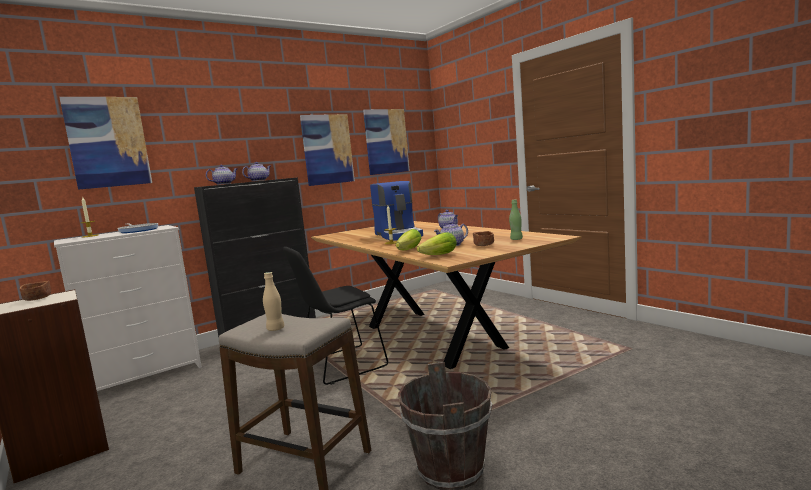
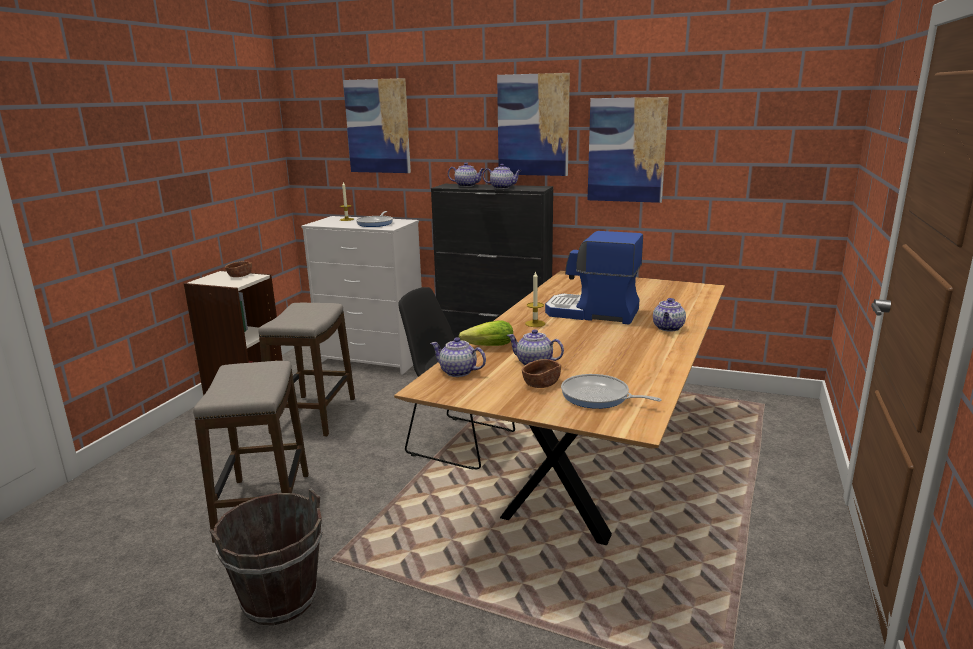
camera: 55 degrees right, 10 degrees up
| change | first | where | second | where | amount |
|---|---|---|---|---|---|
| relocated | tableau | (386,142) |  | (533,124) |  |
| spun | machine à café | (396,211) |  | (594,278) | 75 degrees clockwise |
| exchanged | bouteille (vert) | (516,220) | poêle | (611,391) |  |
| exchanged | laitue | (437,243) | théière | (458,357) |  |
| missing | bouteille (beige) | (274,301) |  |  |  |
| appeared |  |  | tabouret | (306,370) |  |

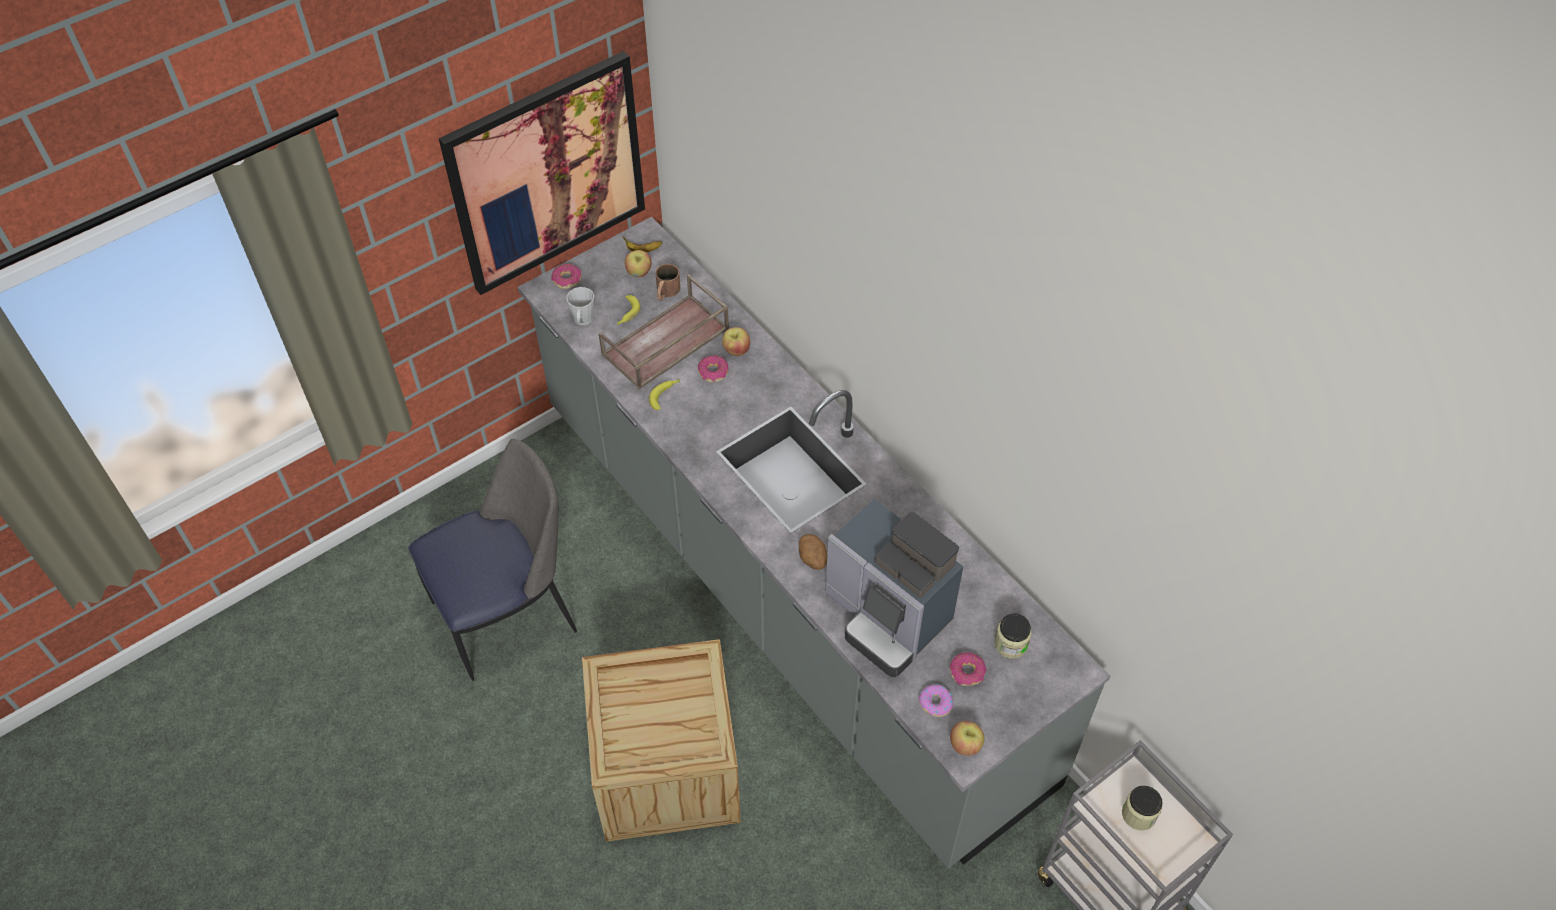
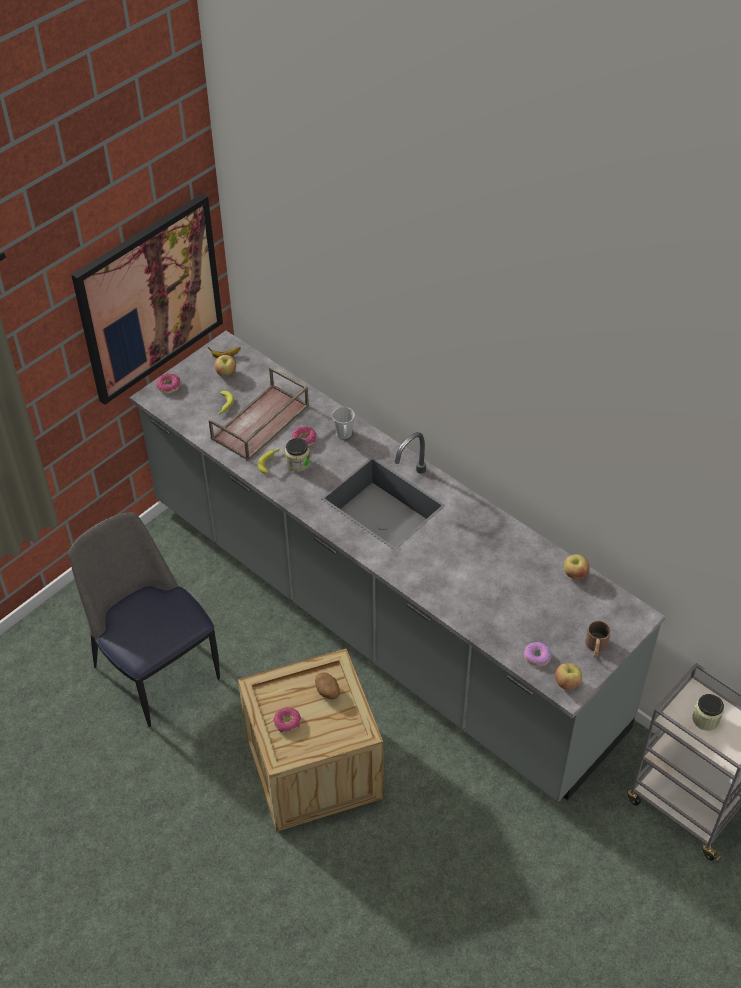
camera: 10 degrees left, 5 degrees down
| change | first | where | second | where | amount |
|---|---|---|---|---|---|
| relocated | mug (marron) | (668,282) |  | (598,639) |  |
| relocated | mug (gris) | (580,306) |  | (343,423) |  |
| relocated | pomme | (736,341) |  | (577,567) |  |
| spun | chaise | (492,560) |  | (144,620) | 90 degrees counterclockwise |
| missing | machine à café | (894,588) |  |  |  |
| relocated | pomme de terre | (813,552) |  | (327,686) |  |
| relocated | bocal | (1013,636) |  | (297,455) |  |
| relocated | beignet | (968,669) |  | (287,720) |  |

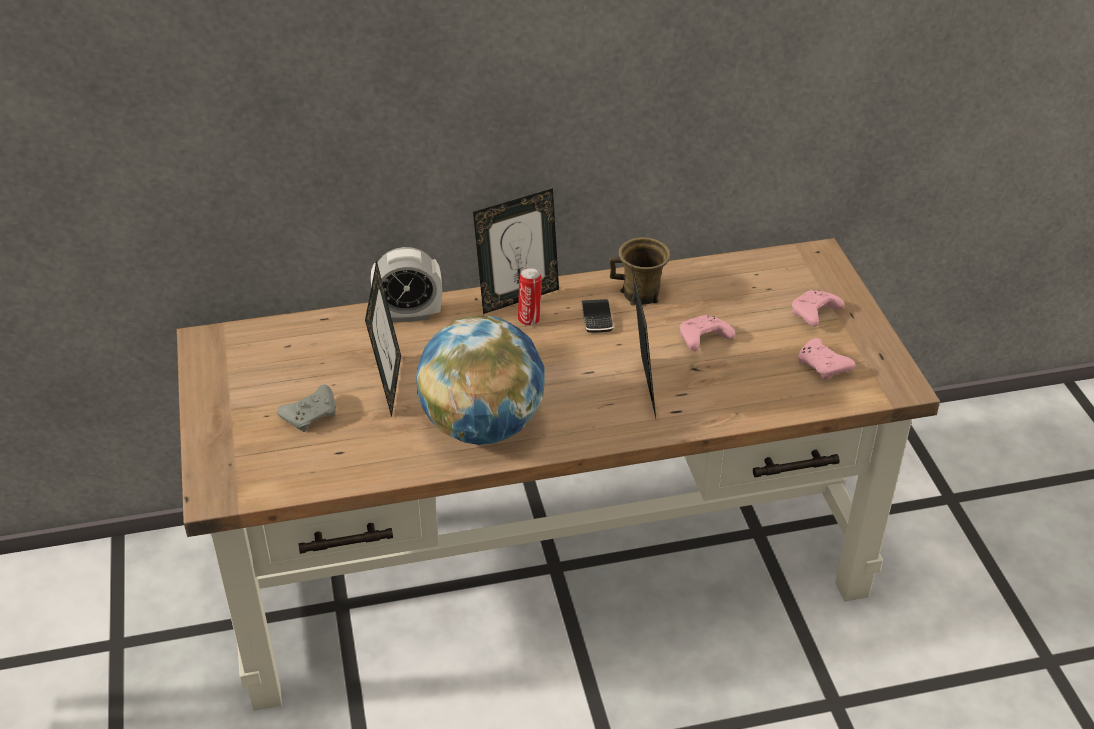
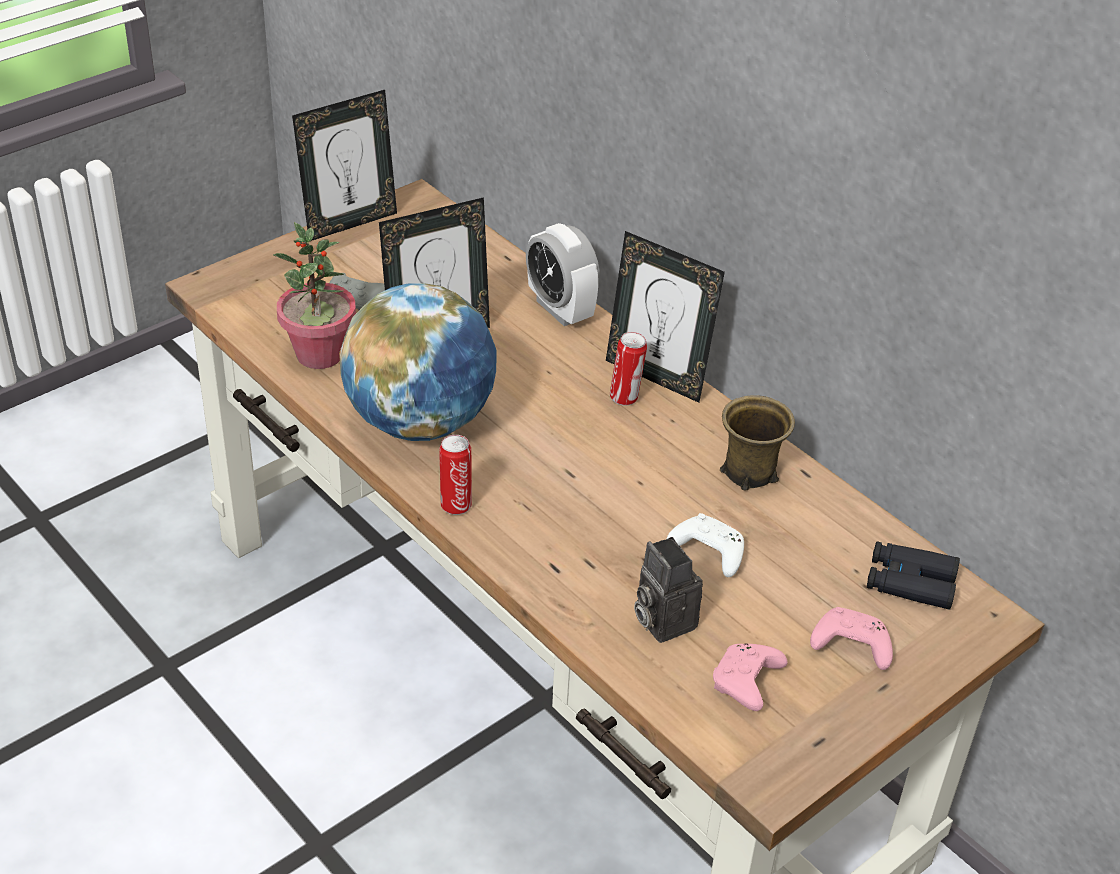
camera: 60 degrees right, 0 degrees up
| change | first | where | second | where | amount |
|---|---|---|---|---|---|
| relocated | cadre photo | (644,342) |  | (344,165) |  |
| missing | téléphone | (597,316) |  |  |  |
| colour | manette (rose) | (707,333) | manette (blanc) | (705,545) |  |
| appeared |  |  | plante en pot | (314,295) |  |
| appeared |  |  | boîte métallique | (455,475) |  |
| appeared |  |  | appareil photo | (668,590) |  |
| appeared |  |  | jumelles (noir) | (913,575) |  |

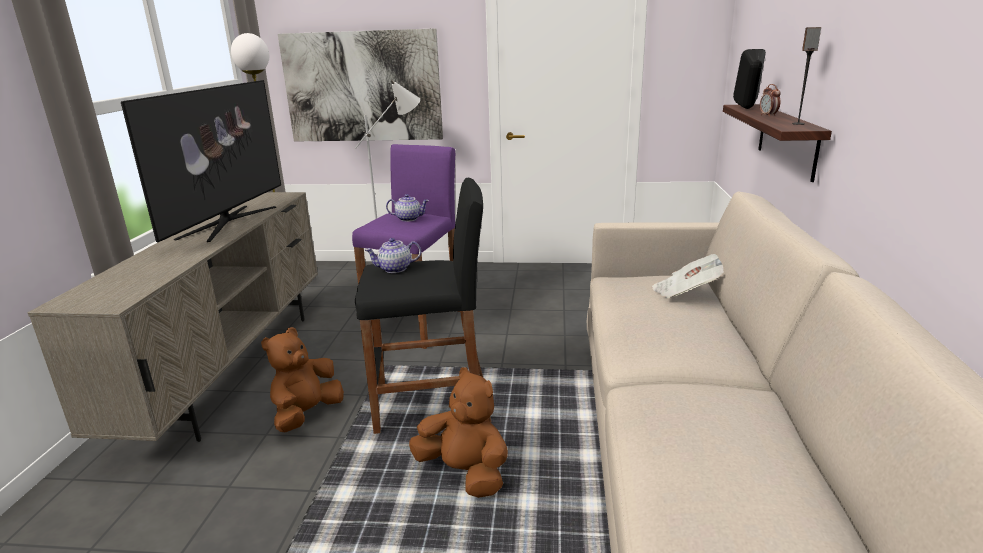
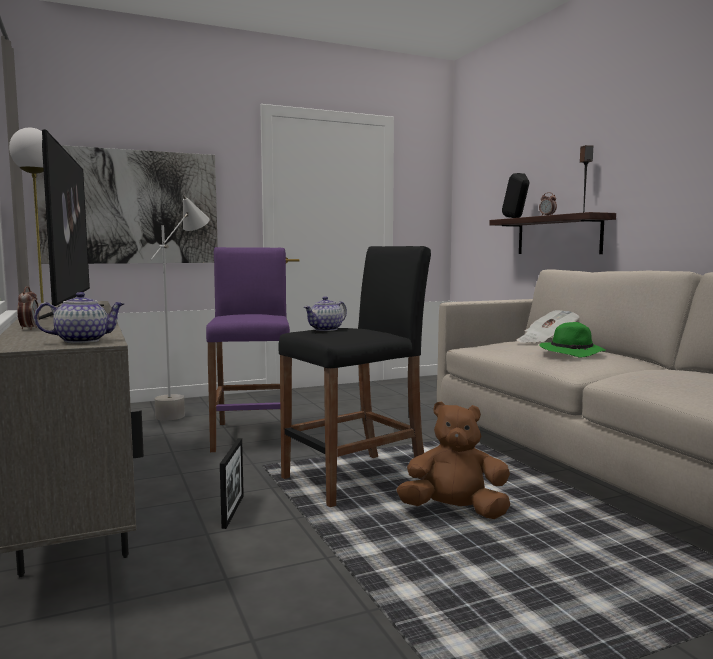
camera: 30 degrees left, 15 degrees down
| change | first | where | second | where | amount |
|---|---|---|---|---|---|
| relocated | théière | (407,208) |  | (79,317) |  |
| exchanged | peluche (marron) | (302,379) | cadre photo | (232,483) |  |
| appeared |  |  | réveil | (28,308) |  |
| appeared |  |  | chapeau (vert) | (572,339) |  |

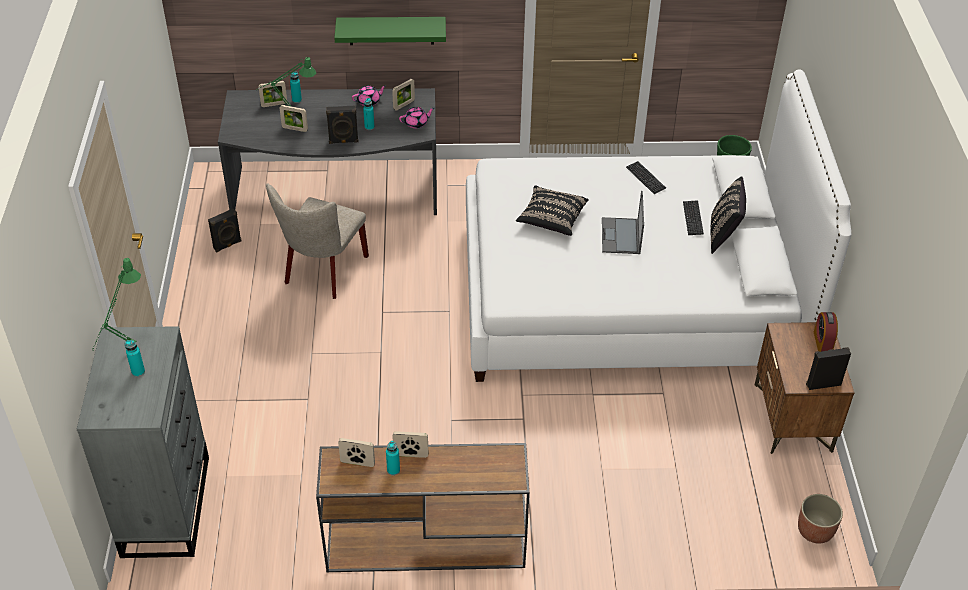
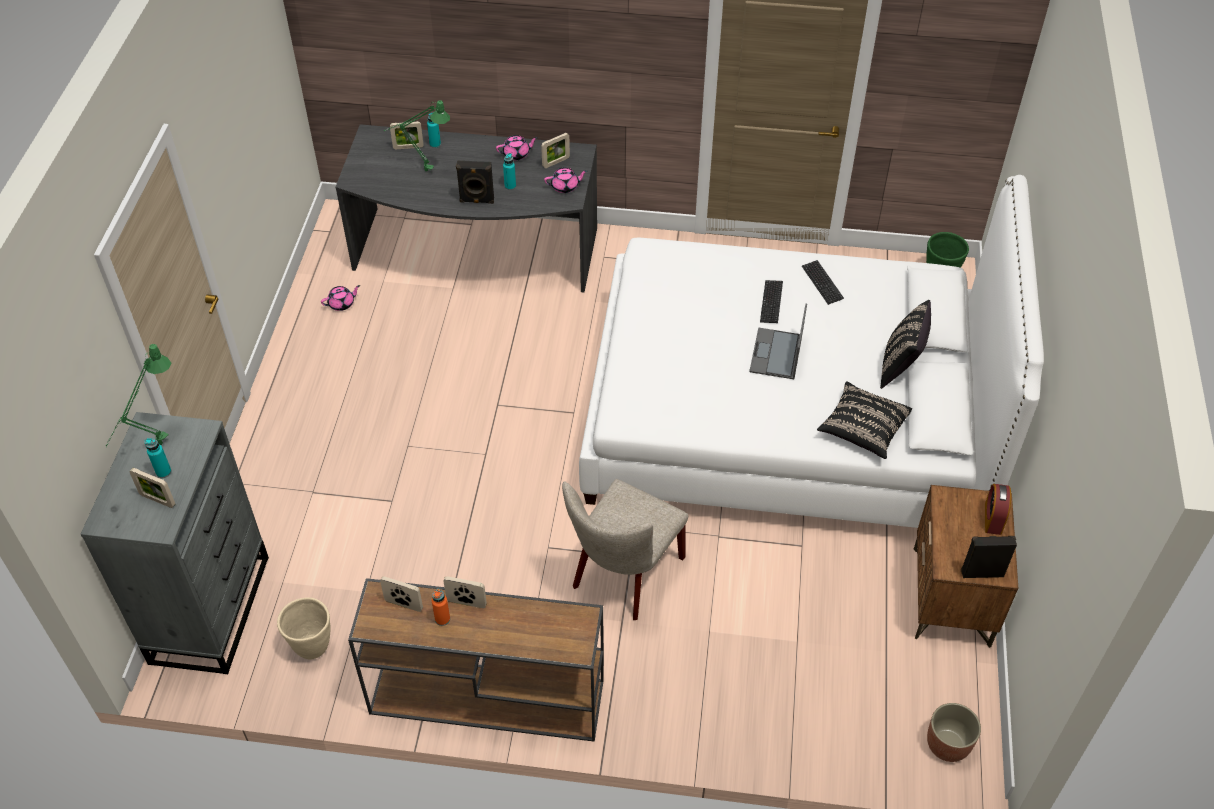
camera: 10 degrees right, 5 degrees up
| change | first | where | second | where | amount |
|---|---|---|---|---|---|
| missing | étagère (vert) | (390,31) |  |  |  |
| relocated | cadre photo | (294,118) |  | (152,488) |  |
| relocated | chaise (beige) | (317,241) |  | (625,549) |  |
| relocated | coussin (noir) | (552,210) |  | (864,420) |  |
| relocated | clavier | (693,217) |  | (771,301) |  |
| exchanged | enceinte (noir) | (225,231) | théière (rose) | (340,298) |  |
| colour | bouteille (turquoise) | (393,458) | bouteille (orange) | (441,607) |  |
| appeared |  |  | cache-pot (beige) | (304,628) |  |

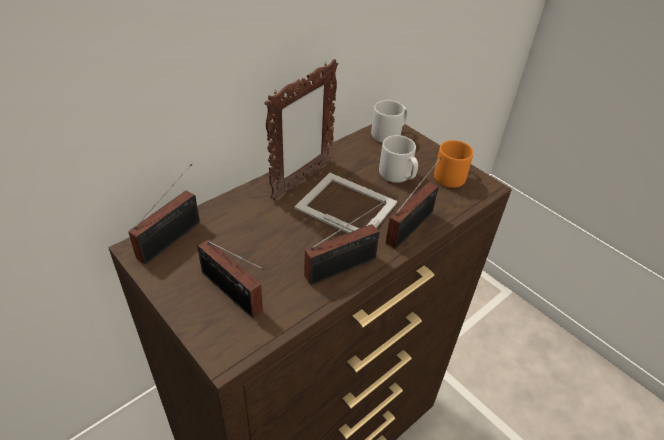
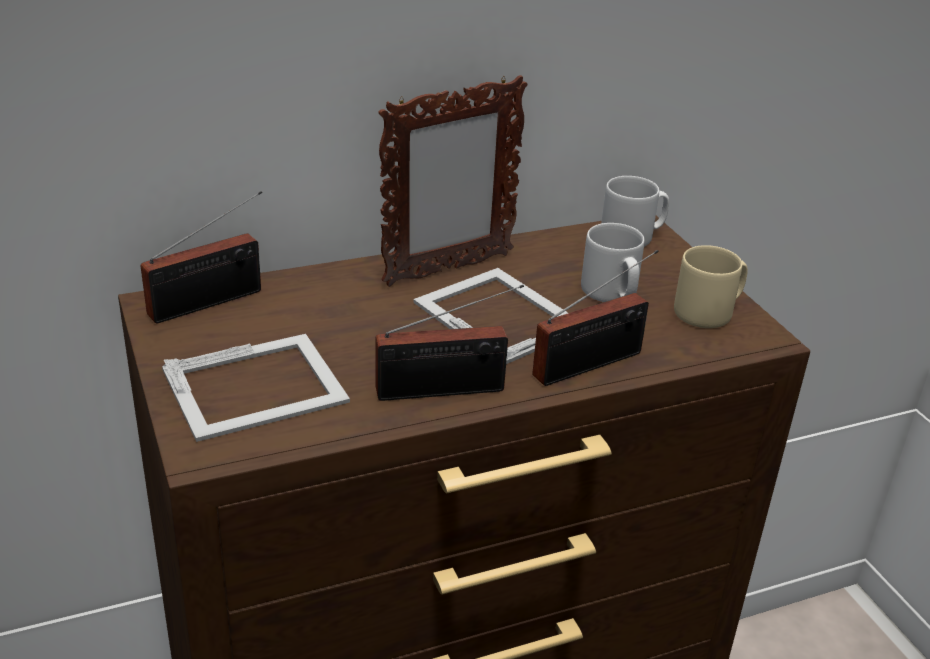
camera: 20 degrees right, 10 degrees down
| change | first | where | second | where | amount |
|---|---|---|---|---|---|
| colour | mug (orange) | (453,164) | mug (beige) | (711,286) |  |
| exchanged | radio | (230,278) | cadre photo | (256,388) |  |

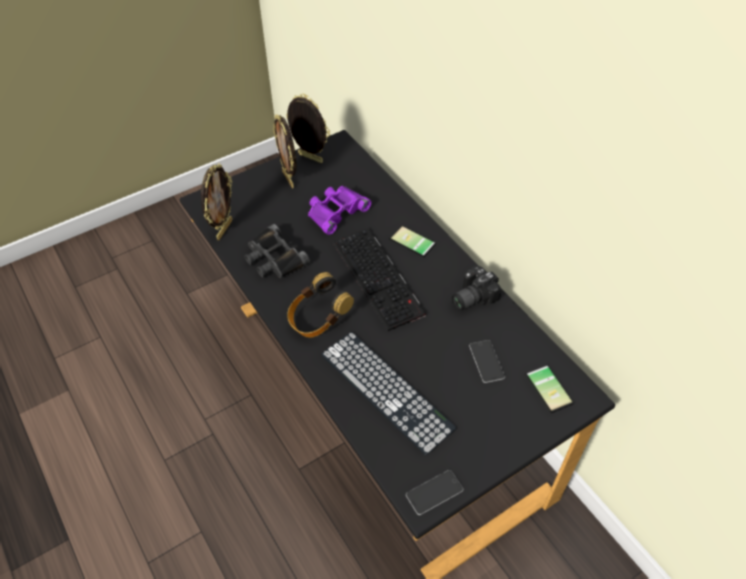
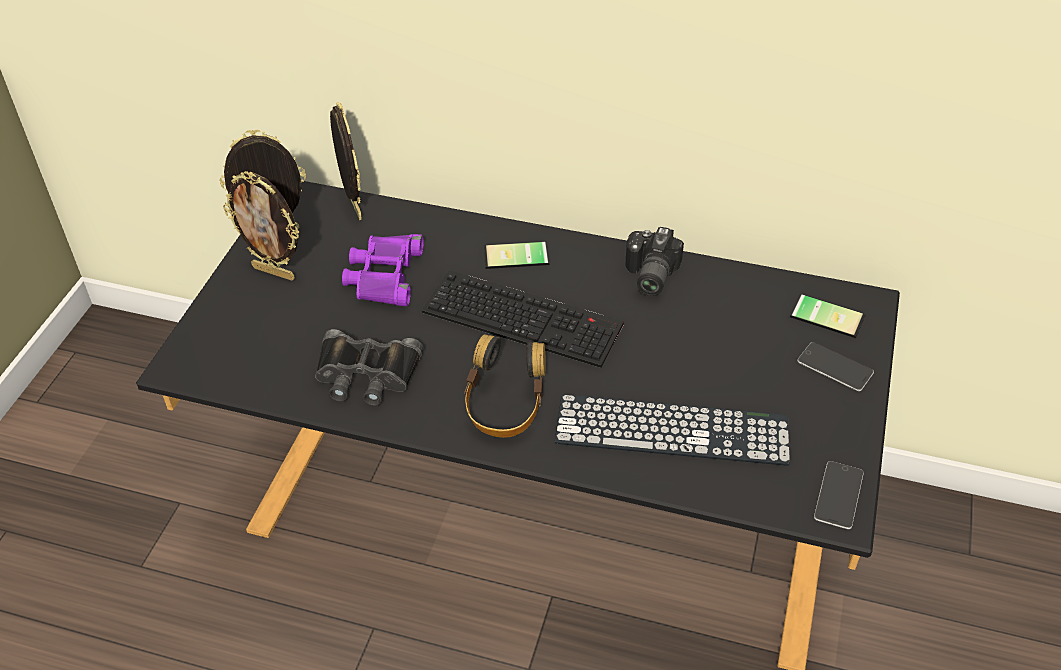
camera: 40 degrees left, 5 degrees down
| change | first | where | second | where | amount |
|---|---|---|---|---|---|
| relocated | cadre photo | (216,201) |  | (346,161) |  |
| relocated | téléphone | (487,361) |  | (835,366) |  |

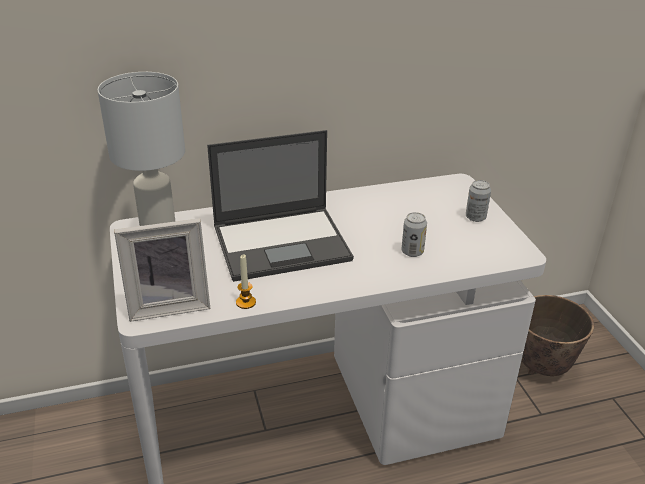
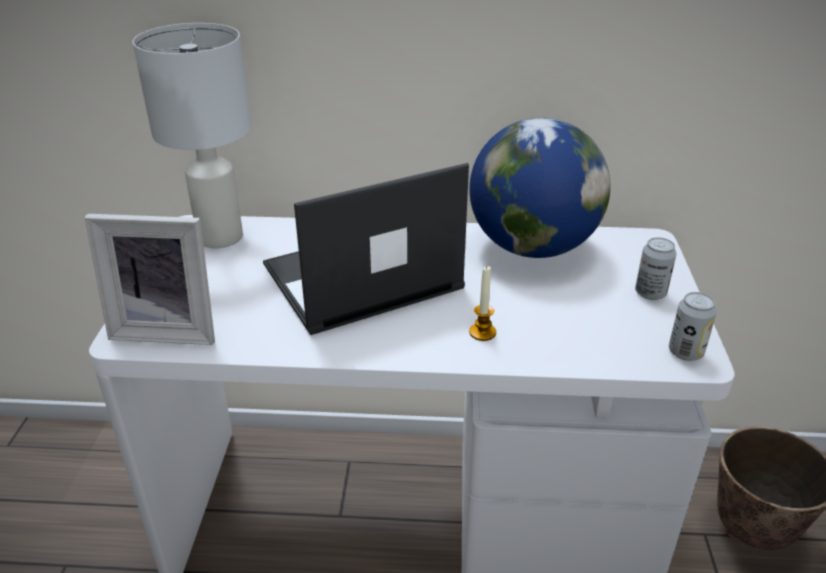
camera: 20 degrees right, 0 degrees up
| change | first | where | second | where | amount |
|---|---|---|---|---|---|
| spun | ordinateur portable | (280,206) |  | (366,249) | 150 degrees clockwise |
| relocated | boîte métallique | (414,234) |  | (693,326) |  |
| relocated | bougie | (246,282) |  | (482,303) |  |
| appeared |  |  | globe | (540,188) |  |

